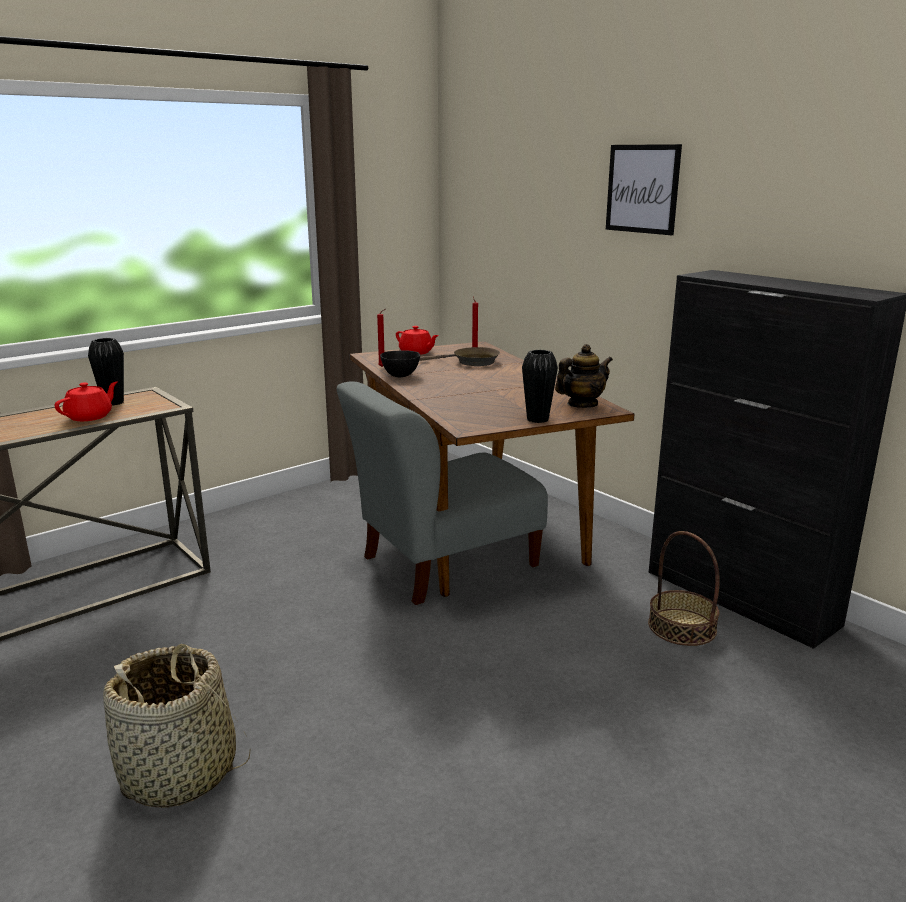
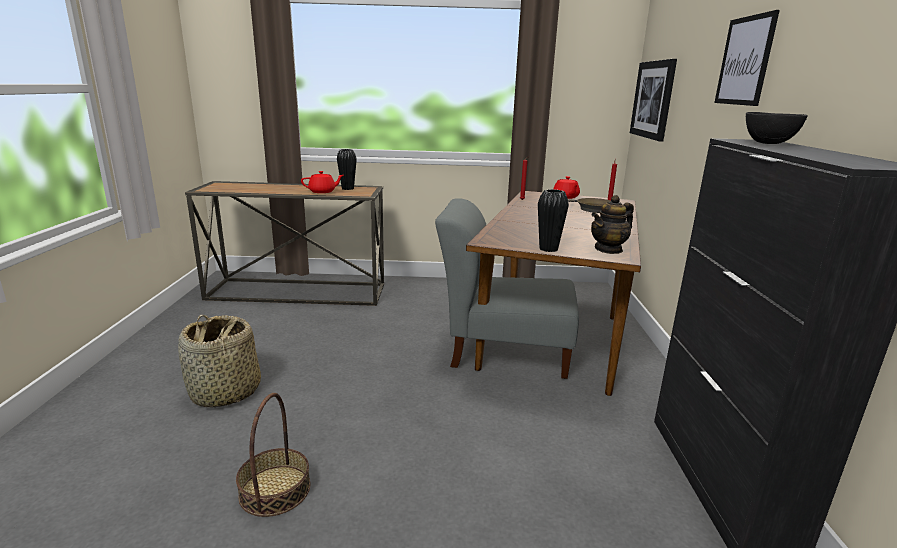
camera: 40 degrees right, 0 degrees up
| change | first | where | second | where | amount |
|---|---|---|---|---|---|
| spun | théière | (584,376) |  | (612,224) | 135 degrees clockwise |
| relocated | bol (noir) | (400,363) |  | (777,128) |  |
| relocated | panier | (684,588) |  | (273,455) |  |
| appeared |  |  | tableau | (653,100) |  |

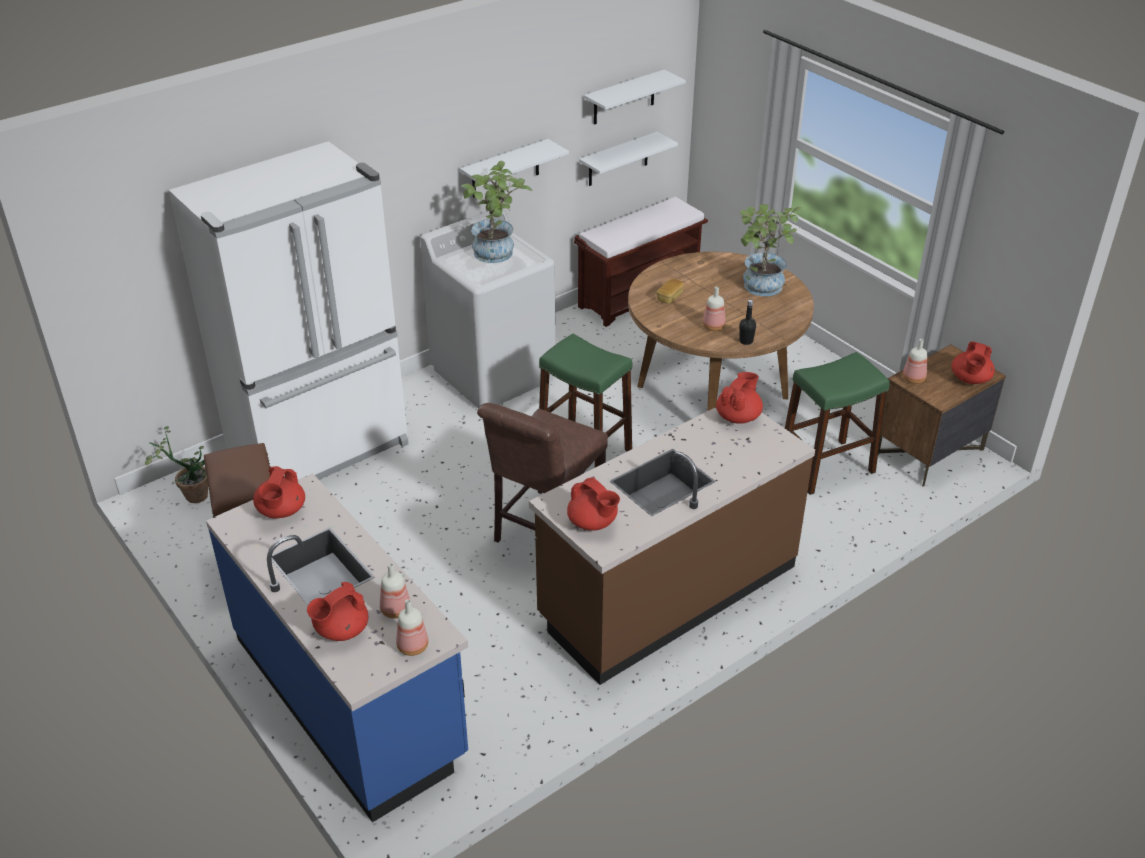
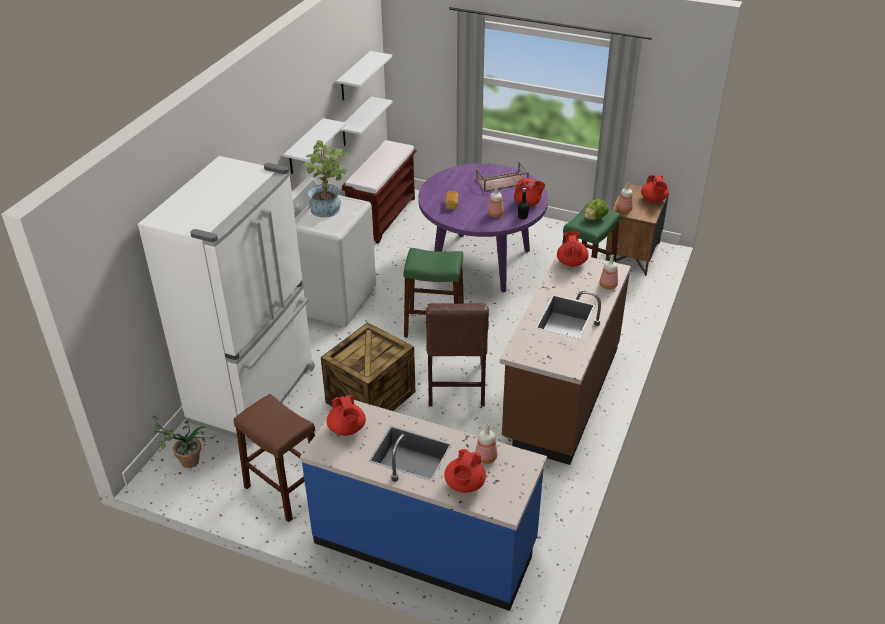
camera: 30 degrees left, 0 degrees up
| change | first | where | second | where | amount |
|---|---|---|---|---|---|
| exchanged | plante en pot | (770,250) | plateau (marron) | (502,176) |  |
| colour | table à manger (marron) | (721,331) | table à manger (violet) | (483,227) |  |
| relocated | théière (rouge) | (593,504) |  | (529,192) |  |
| relocated | bouteille | (412,627) |  | (608,272) |  |
| appeared |  |  | laitue | (596,209) |  |
| appeared |  |  | caisse | (368,366) |  |

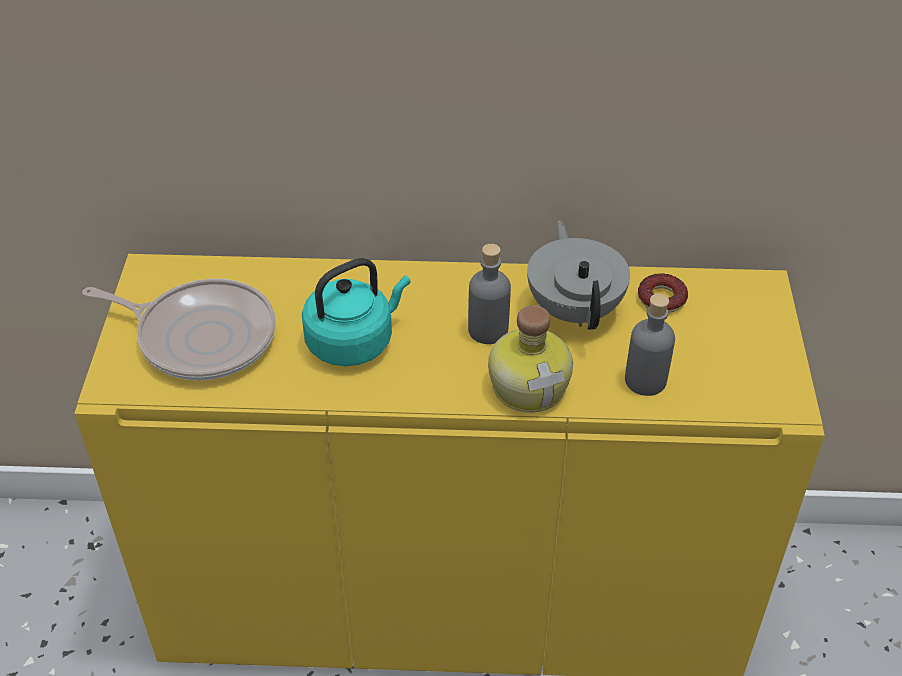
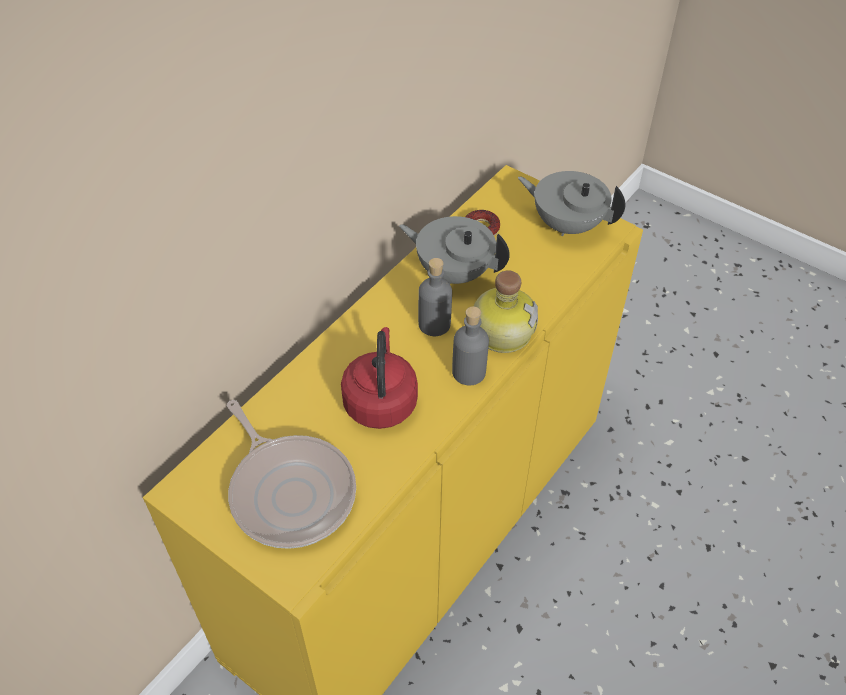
camera: 55 degrees left, 5 degrees up
| change | first | where | second | where | amount |
|---|---|---|---|---|---|
| colour | bouilloire (turquoise) | (356,312) | bouilloire (rouge) | (379,378) |  |
| spun | poêle | (179,329) |  | (291,474) | 90 degrees clockwise |
| relocated | bouteille (gris) | (650,345) |  | (470,346) |  |
| appeared |  |  | théière (gris) | (571,203) |  |

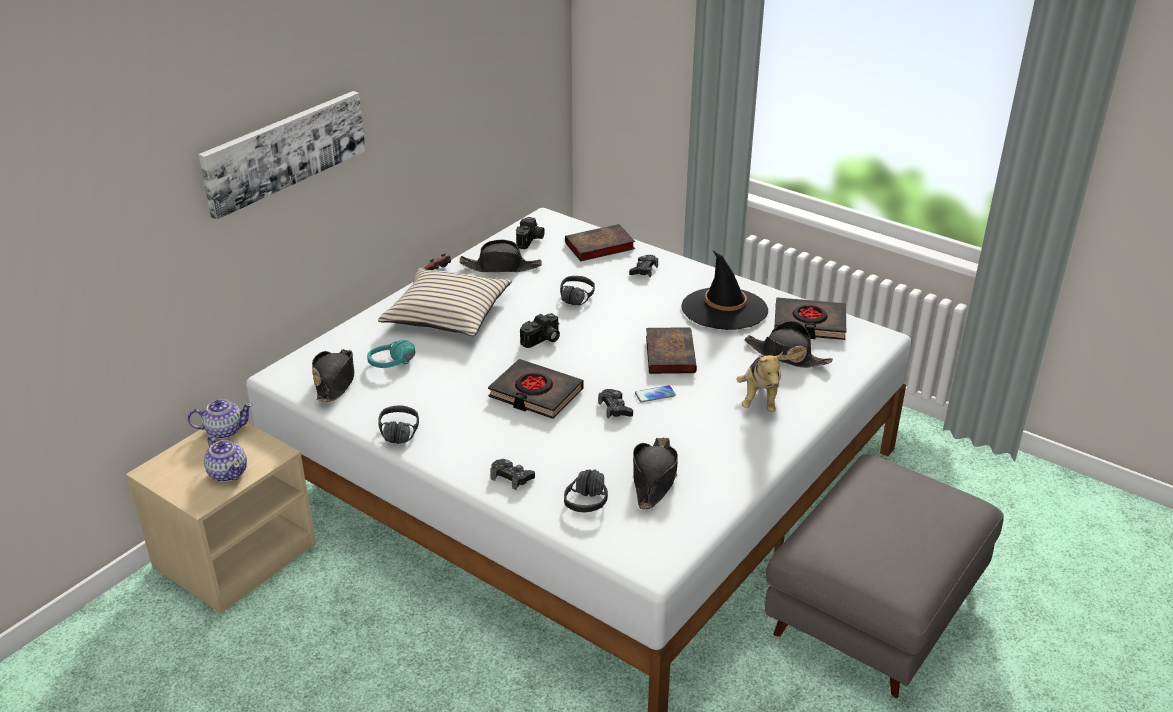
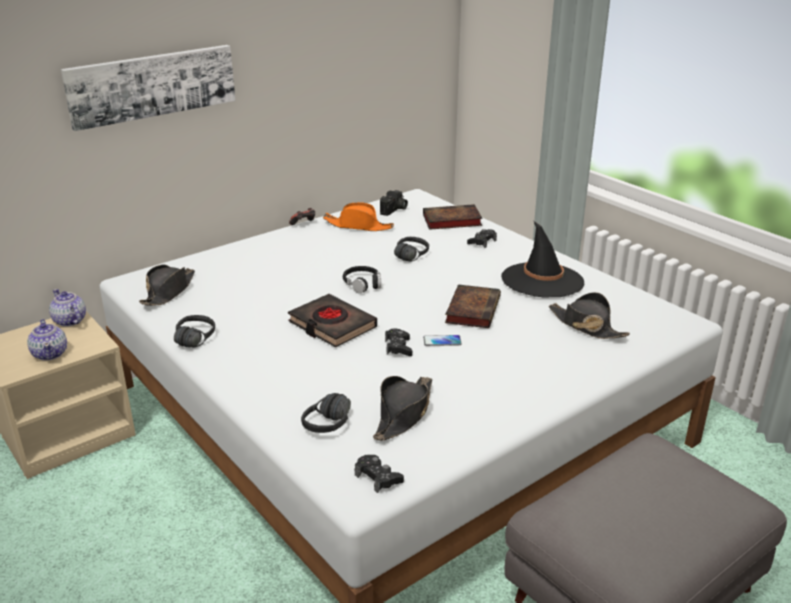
camera: 15 degrees right, 5 degrees down
| change | first | where | second | where | amount |
|---|---|---|---|---|---|
| colour | chapeau (noir) | (500,256) | chapeau (orange) | (358,216) |  |
| missing | coussin (beige) | (445,302) |  |  |  |
| missing | livre (noir) | (810,318) |  |  |  |
| exchanged | appareil photo | (540,330) | casque audio (noir) | (362,279) |  |
| missing | casque audio (turquoise) | (391,354) |  |  |  |
| missing | peluche | (759,381) |  |  |  |
| spun | théière | (220,419) |  | (67,308) | 135 degrees counterclockwise |
| relocated | manette (noir) | (512,474) |  | (379,474) |  |

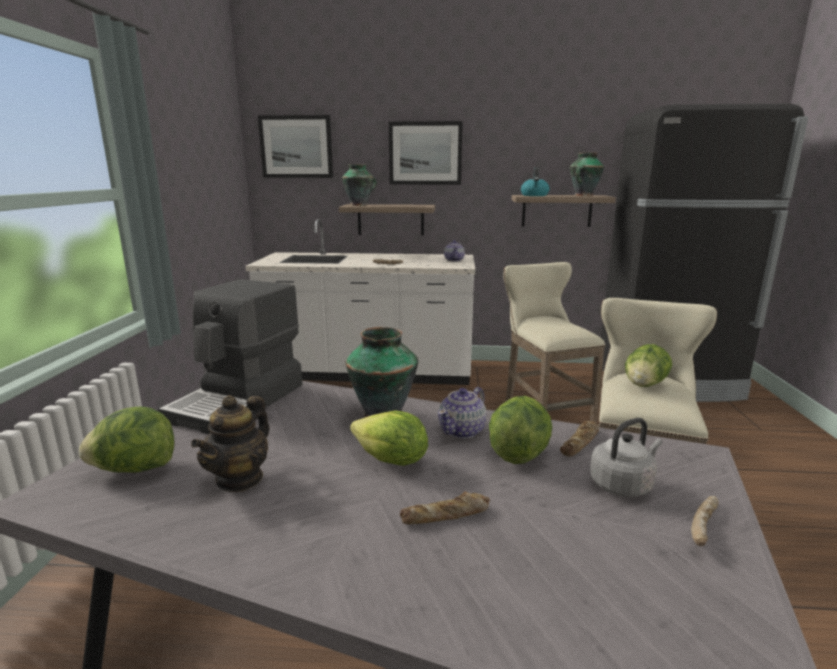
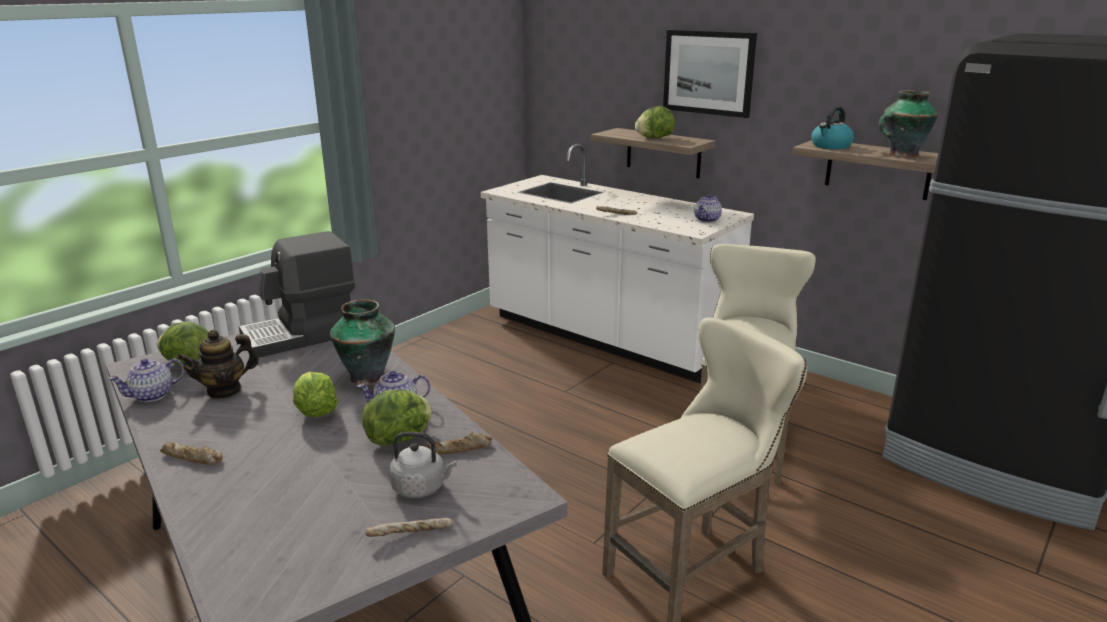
camera: 35 degrees right, 5 degrees up
| change | first | where | second | where | amount |
|---|---|---|---|---|---|
| missing | tableau | (295,146) |  |  |  |
| missing | vase | (359,185) |  |  |  |
| relocated | laitue | (648,365) |  | (655,122) |  |
| relocated | pain | (445,508) |  | (191,453) |  |
| appeared |  |  | théière | (146,380) |  |

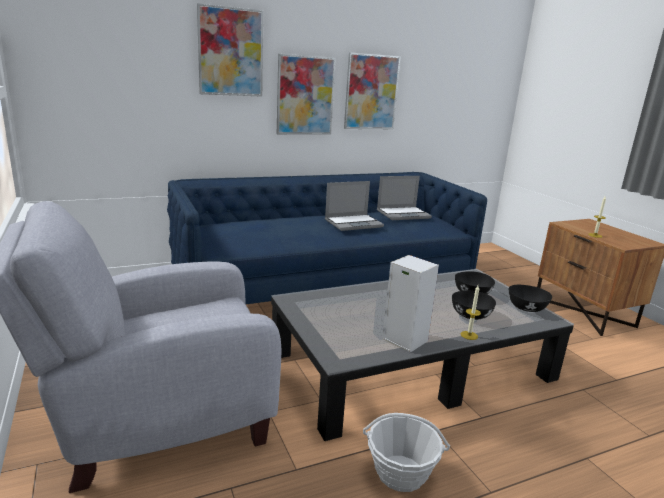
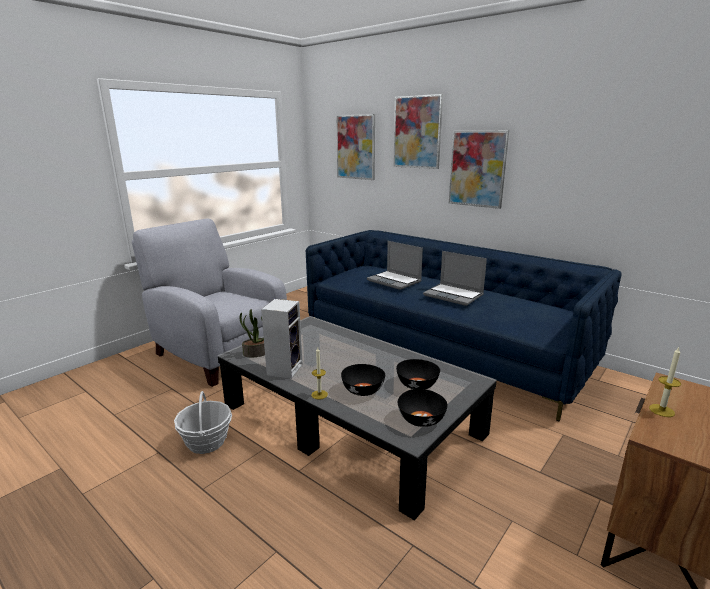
camera: 65 degrees right, 0 degrees up
| change | first | where | second | where | amount |
|---|---|---|---|---|---|
| relocated | tableau | (372,91) |  | (355,147) |  |
| relocated | ordinateur portable | (404,198) |  | (395,265) |  |
| appeared |  |  | plante en pot | (252,333) |  |

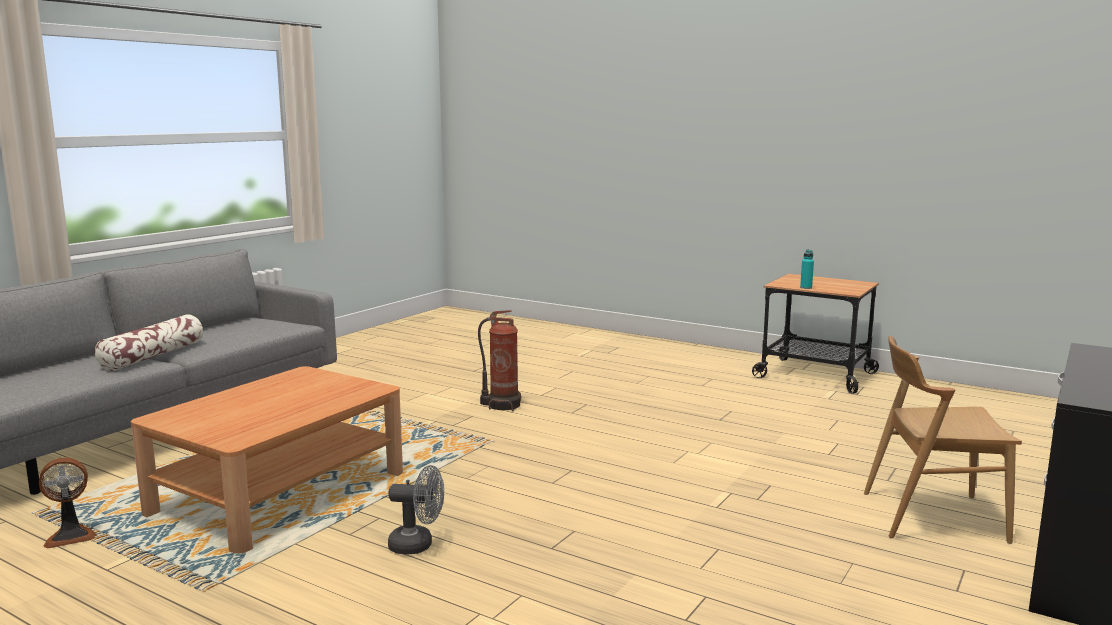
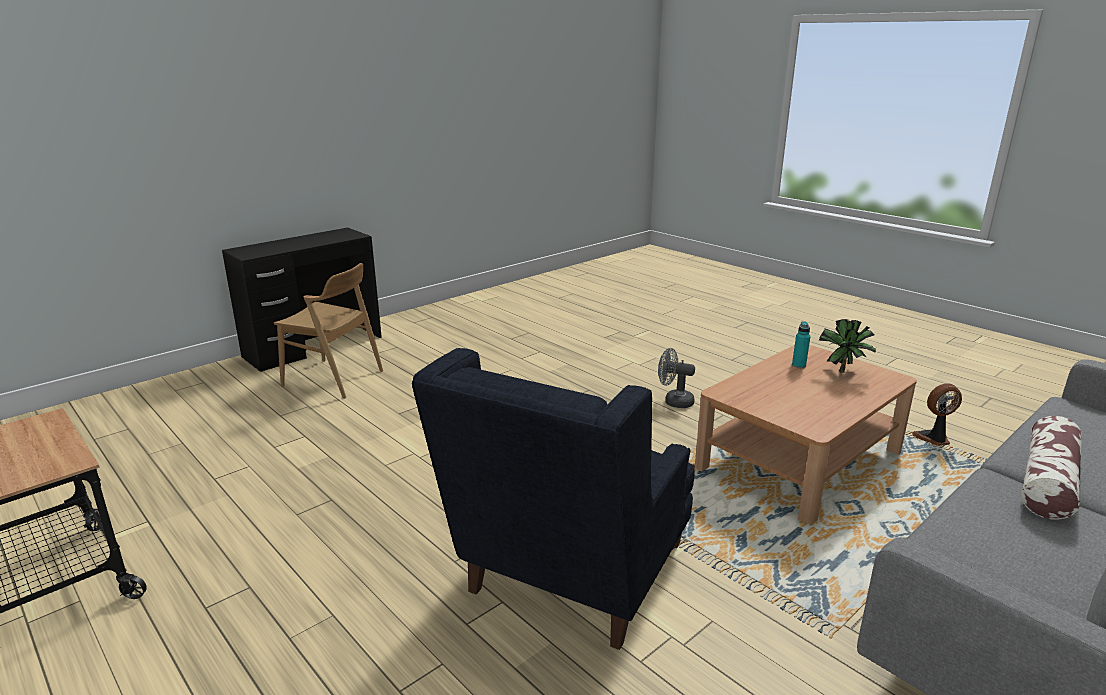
camera: 165 degrees left, 10 degrees up
| change | first | where | second | where | amount |
|---|---|---|---|---|---|
| relocated | bouteille (turquoise) | (807,269) |  | (801,344) |  |
| exchanged | extincteur | (499,360) | fauteuil (bleu) | (553,499) |  |
| appeared |  |  | plante en pot | (847,346) |  |

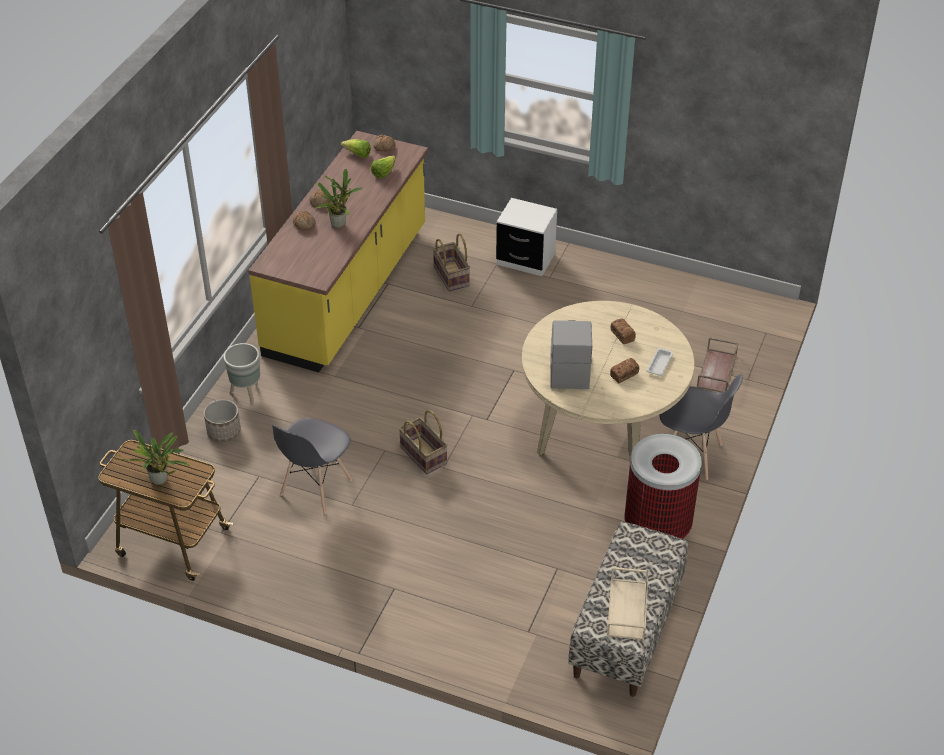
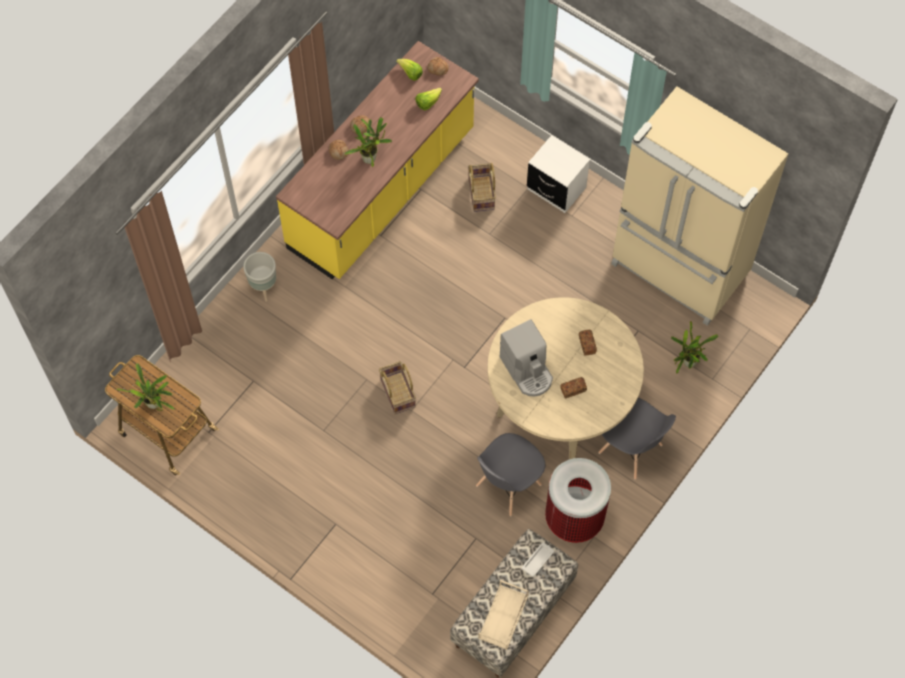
camera: 15 degrees right, 20 degrees up
| change | first | where | second | where | amount |
|---|---|---|---|---|---|
| spun | machine à café | (571,354) |  | (526,358) | 135 degrees clockwise |
| exchanged | plateau (marron) | (717,364) | plante en pot | (694,347) |  |
| relocated | plateau (blanc) | (660,362) |  | (538,560) |  |
| missing | cache-pot | (222,421) |  |  |  |
| relocated | chaise (gris) | (312,466) |  | (511,474) |  |
| appeared |  |  | réfrigérateur (beige) | (700,206) |  |

